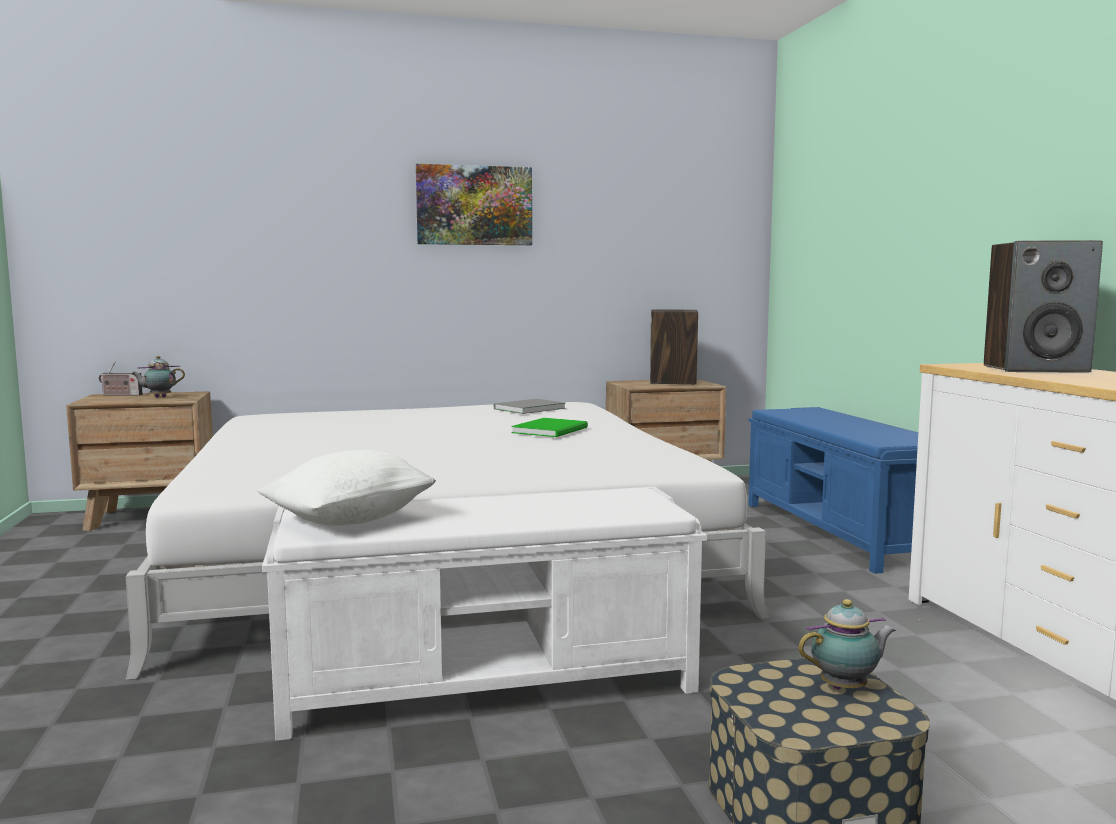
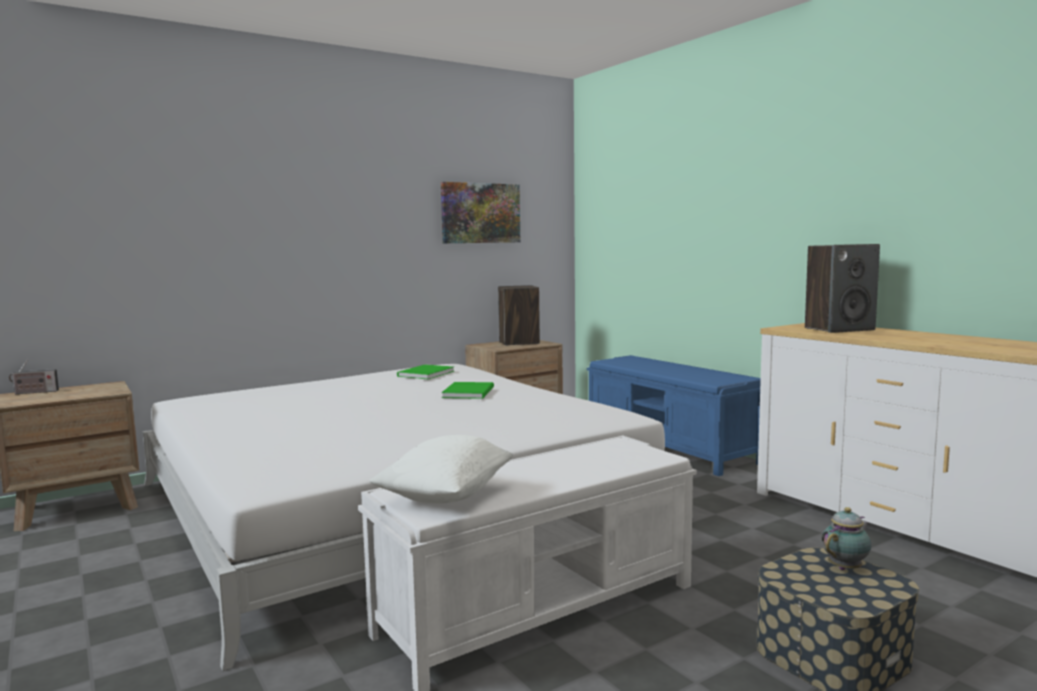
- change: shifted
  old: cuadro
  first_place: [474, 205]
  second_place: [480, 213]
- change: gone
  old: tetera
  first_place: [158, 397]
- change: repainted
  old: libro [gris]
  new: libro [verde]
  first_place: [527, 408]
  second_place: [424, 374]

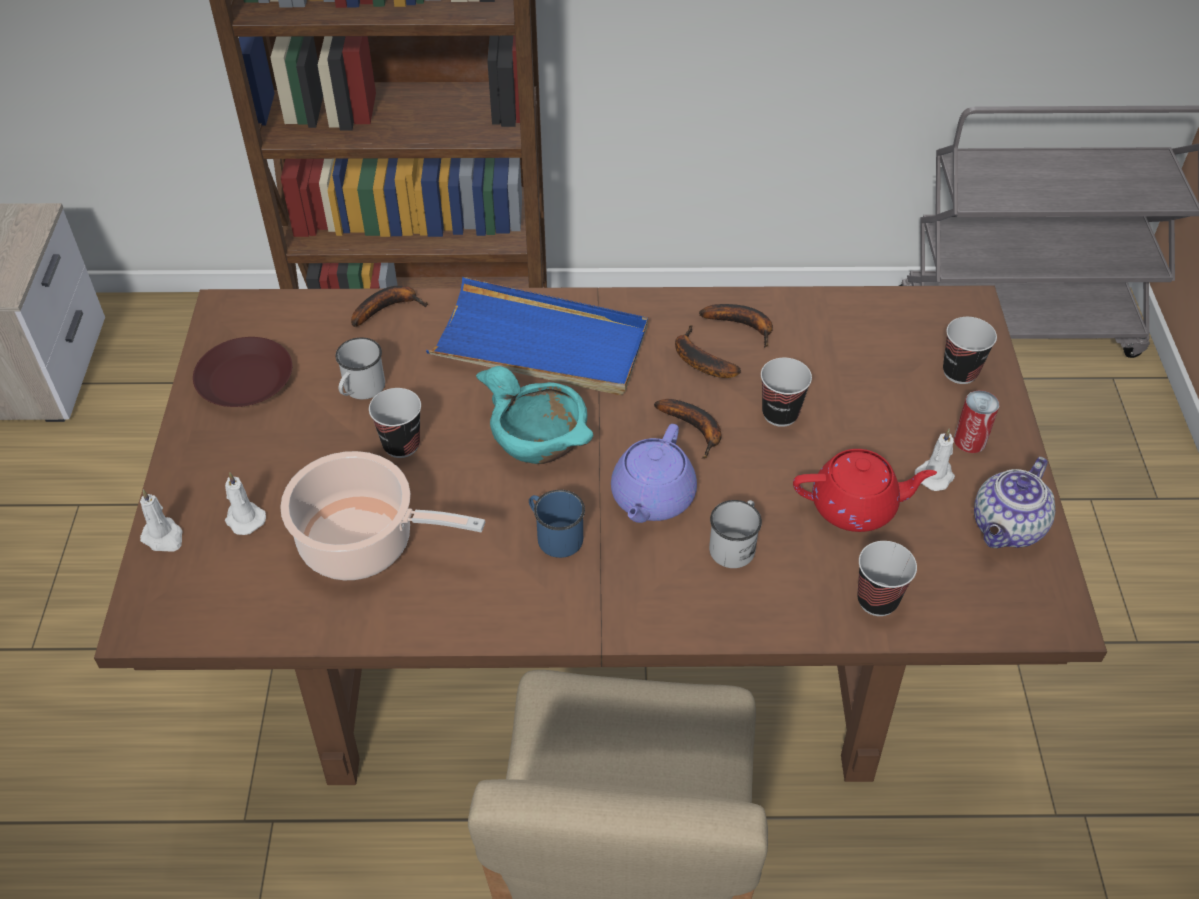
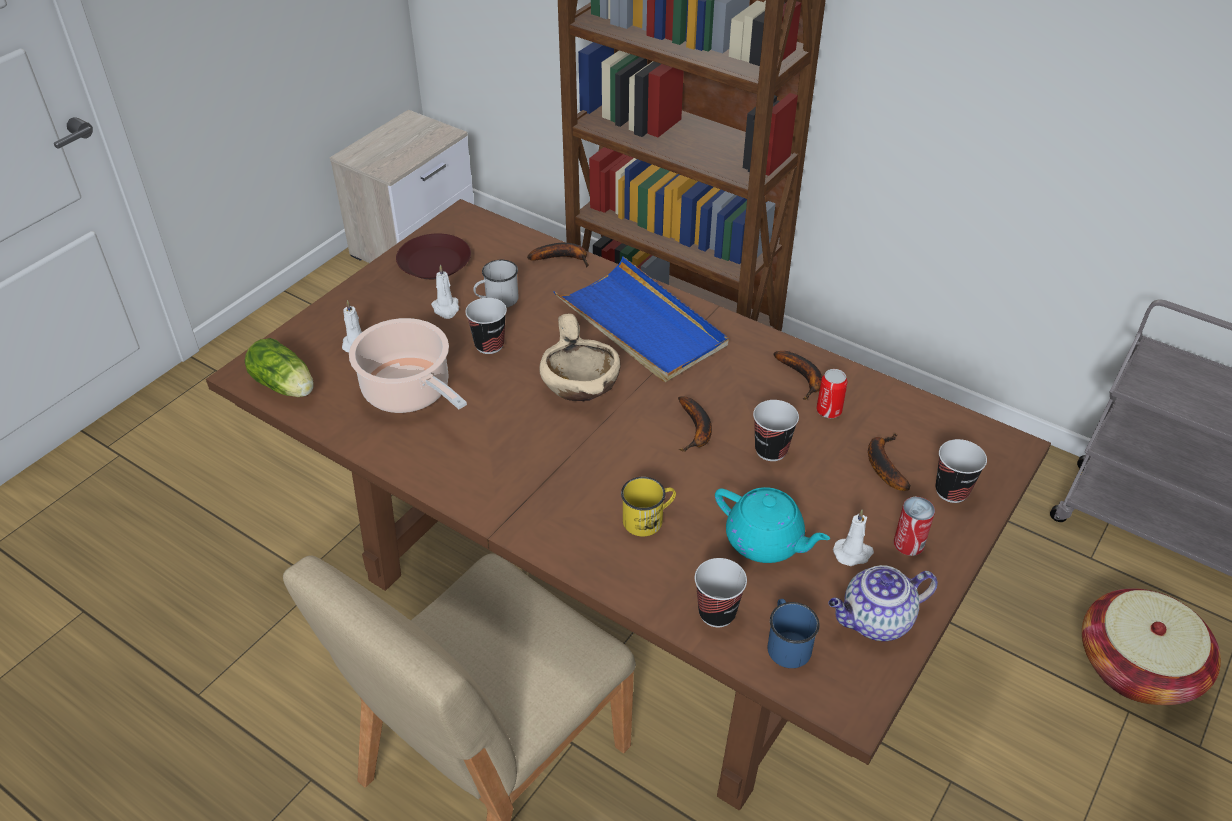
- change: shifted
  old: plátano
  first_place: [698, 360]
  second_place: [883, 464]
- change: repainted
  old: cuenco [turquesa]
  new: cuenco [beis]
  first_place: [539, 439]
  second_place: [580, 384]
- change: gone
  old: tetera [morado]
  first_place: [652, 498]
- change: repainted
  old: tetera [rojo]
  new: tetera [turquesa]
  first_place: [856, 507]
  second_place: [766, 542]
- change: shifted
  old: vela [blanco]
  first_place: [164, 537]
  second_place: [446, 308]
- change: shifted
  old: taza grande [azul]
  first_place: [554, 535]
  second_place: [786, 643]
- change: repainted
  old: taza grande [blanco]
  new: taza grande [amarillo]
  first_place: [735, 544]
  second_place: [648, 519]
- change: new
  new: lechuga
  second_place: [286, 387]
- change: new
  new: lata
  second_place: [828, 411]
- change: new
  new: cesta
  second_place: [1136, 667]

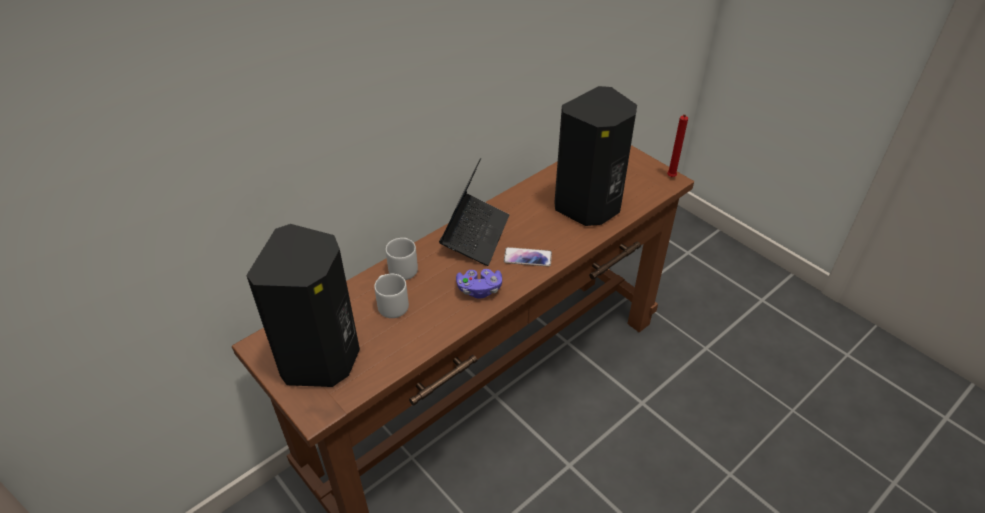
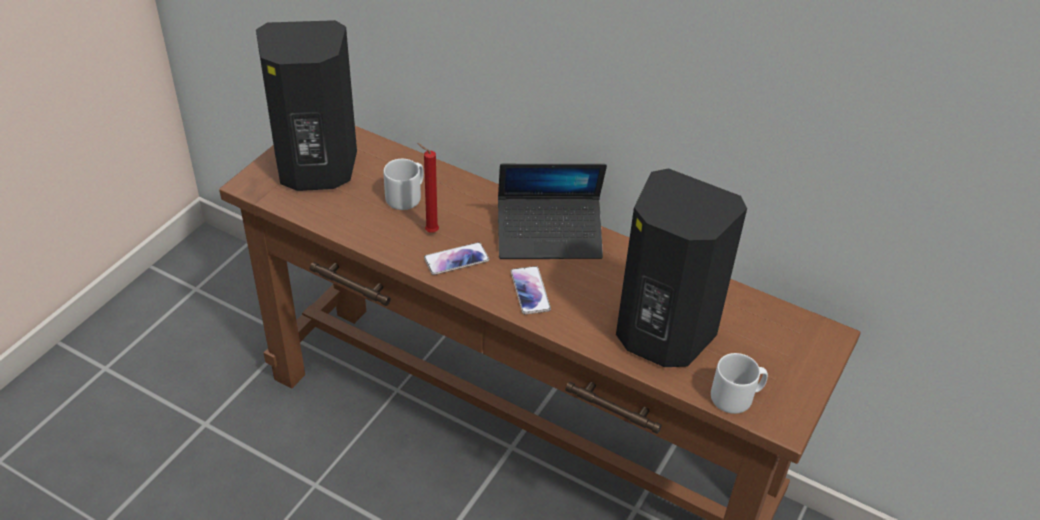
- change: shifted
  old: vela [rojo]
  first_place: [670, 178]
  second_place: [429, 231]
- change: shifted
  old: taza grande [gris]
  first_place: [404, 267]
  second_place: [736, 397]
- change: swapped
  old: mando de consola [morado]
  new: móvil
  first_place: [479, 289]
  second_place: [456, 259]

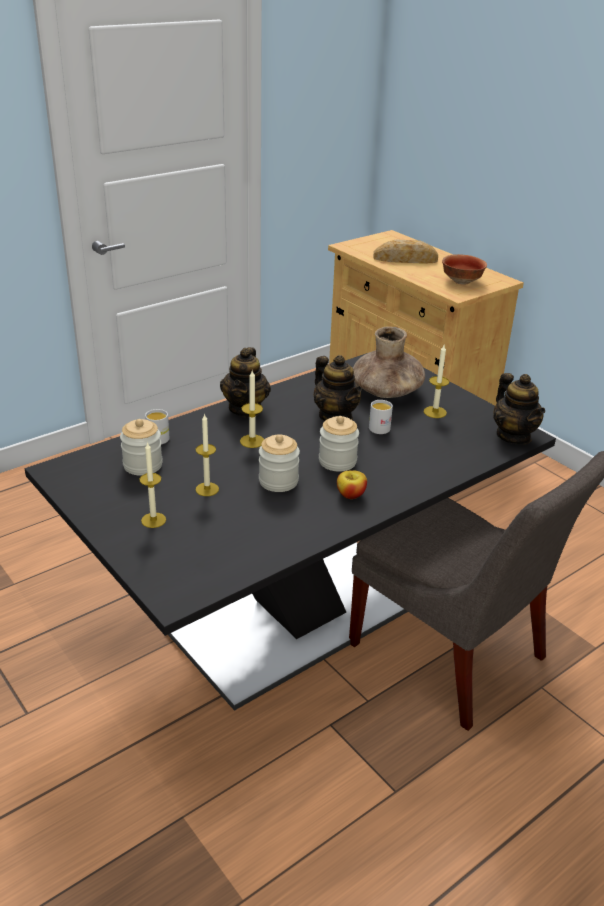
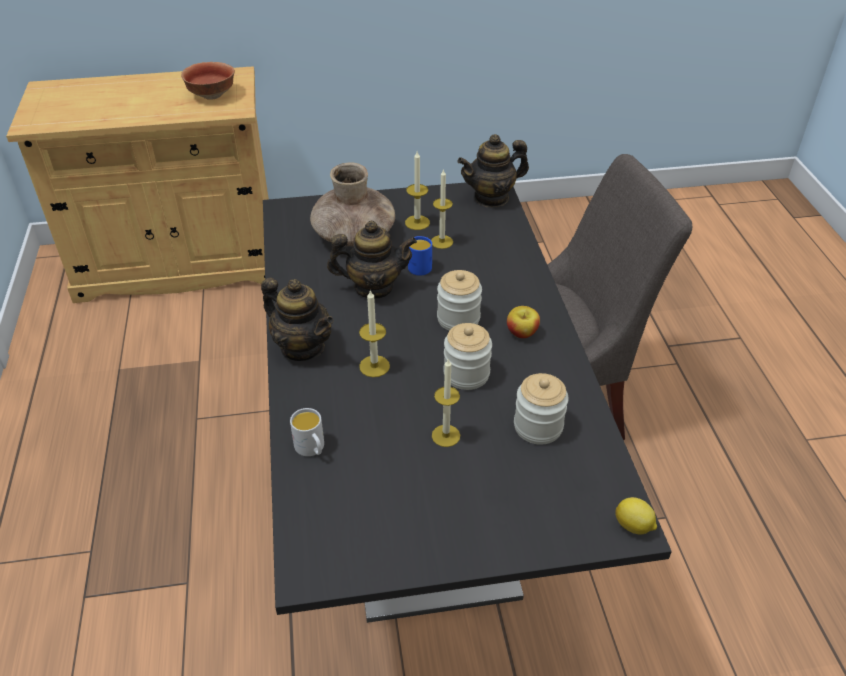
- change: gone
  old: pan
  first_place: [405, 259]
- change: rotated
  old: tetera
  first_place: [514, 436]
  second_place: [491, 197]
  degrees: 150
- change: repainted
  old: taza grande [blanco]
  new: taza grande [azul]
  first_place: [381, 427]
  second_place: [417, 266]
- change: shifted
  old: tarro
  first_place: [143, 465]
  second_place: [538, 426]
- change: shifted
  old: vela
  first_place: [153, 520]
  second_place: [442, 242]
- change: new
  new: limón
  second_place: [633, 526]

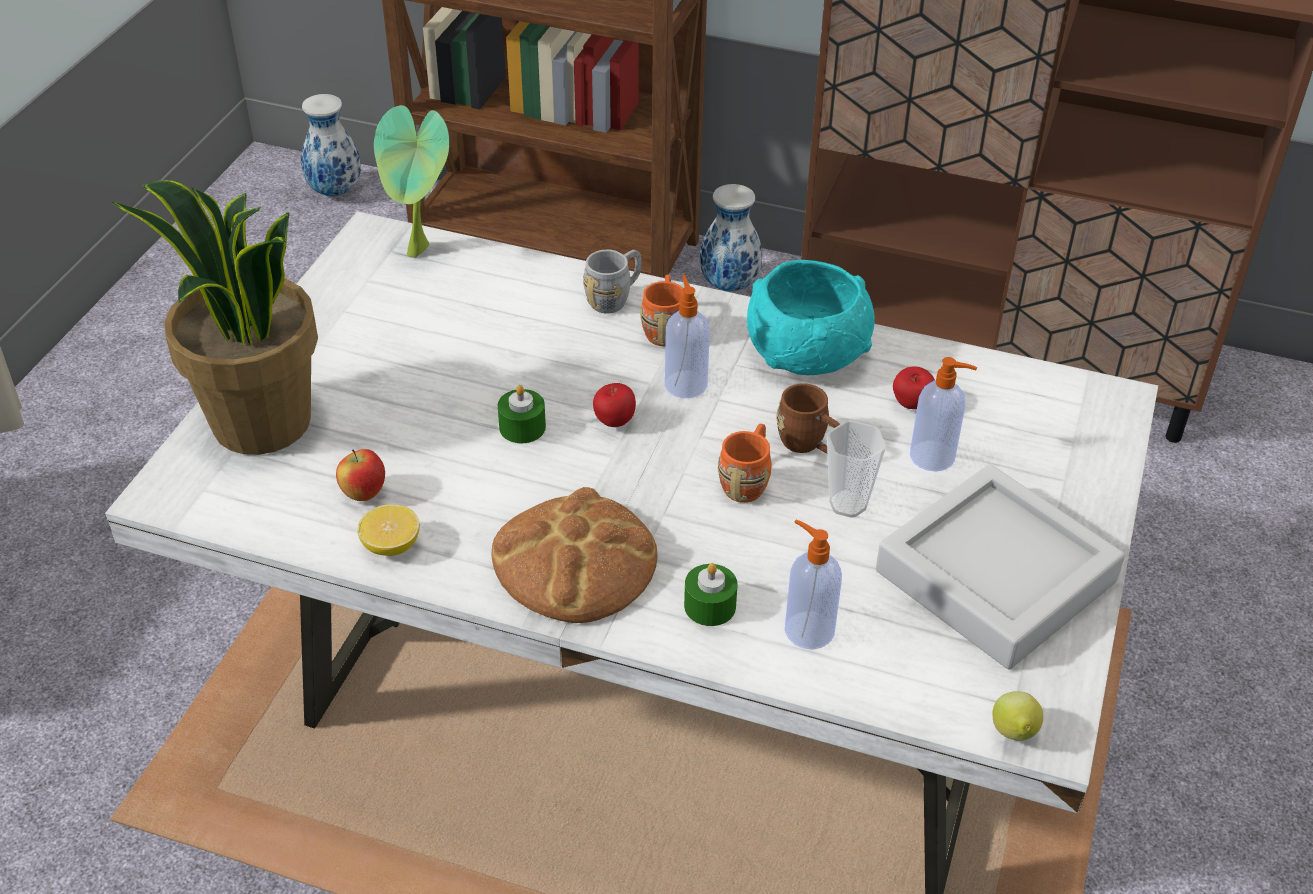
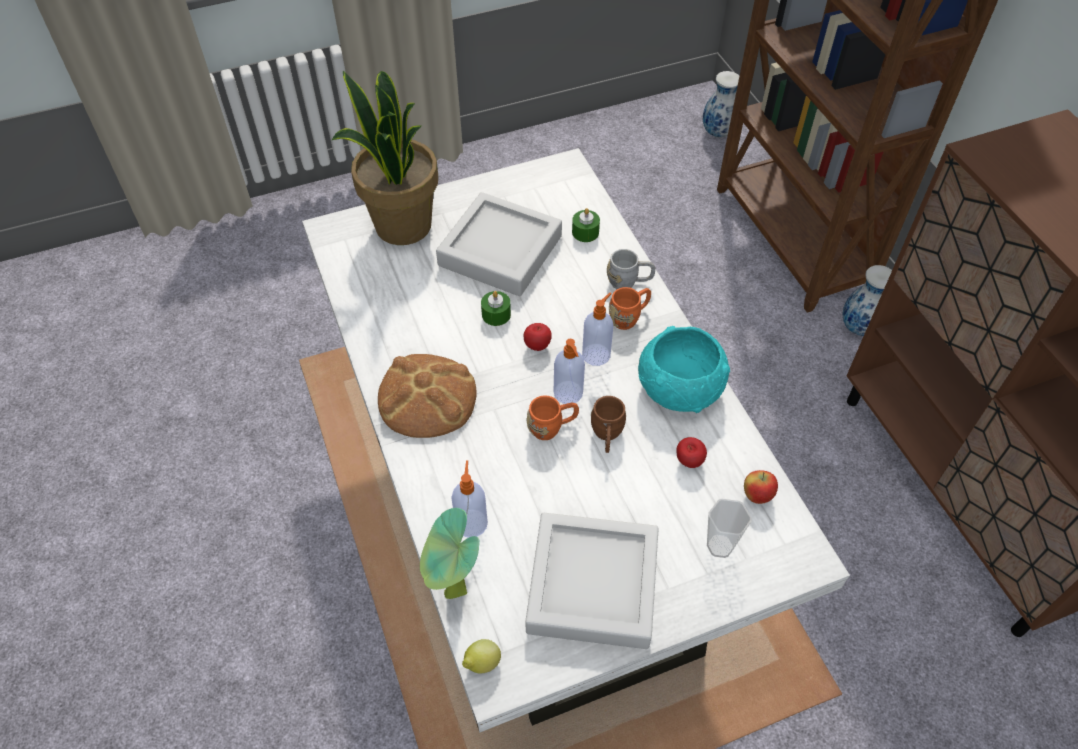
- change: shifted
  old: planta en maceta
  first_place: [420, 253]
  second_place: [454, 596]
- change: shifted
  old: dispensador de jabón
  first_place: [934, 457]
  second_place: [568, 393]
- change: shifted
  old: taza
  first_place: [848, 504]
  second_place: [720, 546]
- change: shifted
  old: manzana
  first_place: [364, 494]
  second_place: [757, 496]
- change: gone
  old: limón
  first_place: [391, 546]
- change: shifted
  old: vela [verde]
  first_place: [710, 606]
  second_place: [585, 232]
- change: new
  new: bandeja [gris]
  second_place: [500, 251]

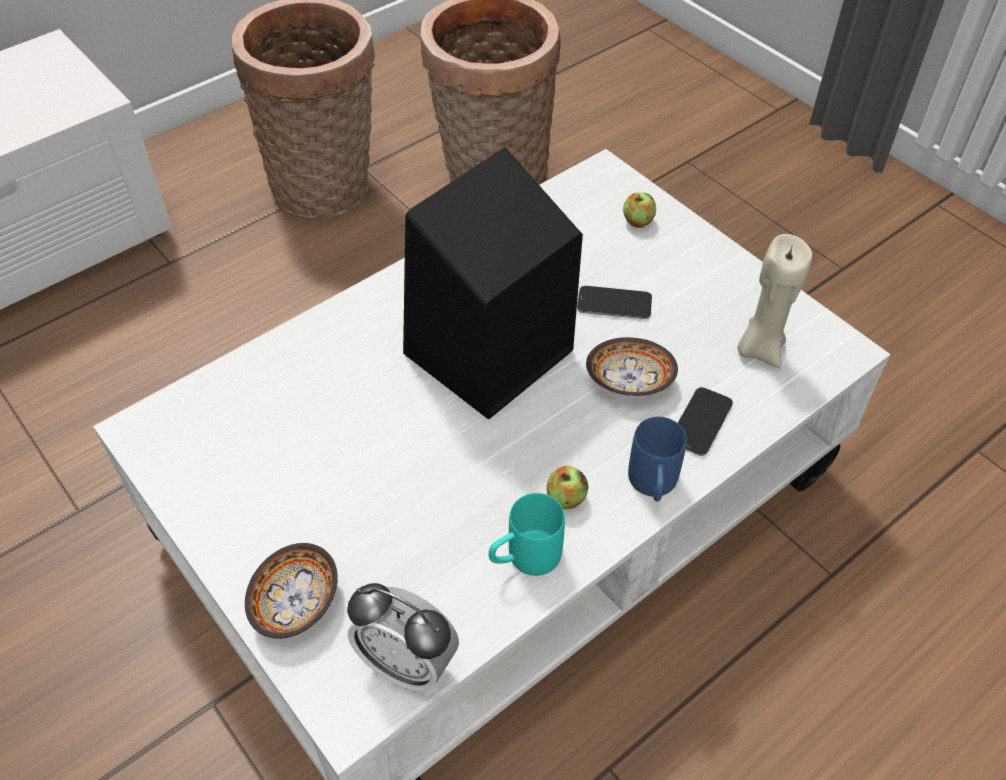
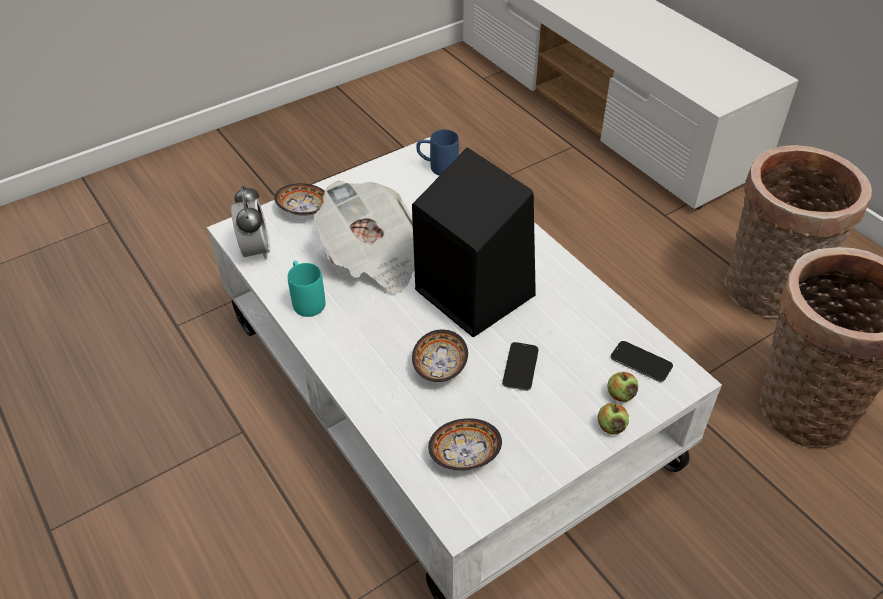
- change: swapped
  old: vela [beis]
  new: cuenco
  first_place: [759, 348]
  second_place: [466, 456]
- change: shifted
  old: móvil
  first_place: [701, 422]
  second_place: [641, 362]
- change: shifted
  old: taza grande [azul]
  first_place: [653, 487]
  second_place: [437, 167]
- change: shifted
  old: manzana
  first_place: [566, 498]
  second_place: [611, 426]
- change: rotated
  old: despertador
  first_place: [407, 663]
  second_place: [255, 250]
  degrees: 135
- change: new
  new: periódico
  second_place: [374, 258]

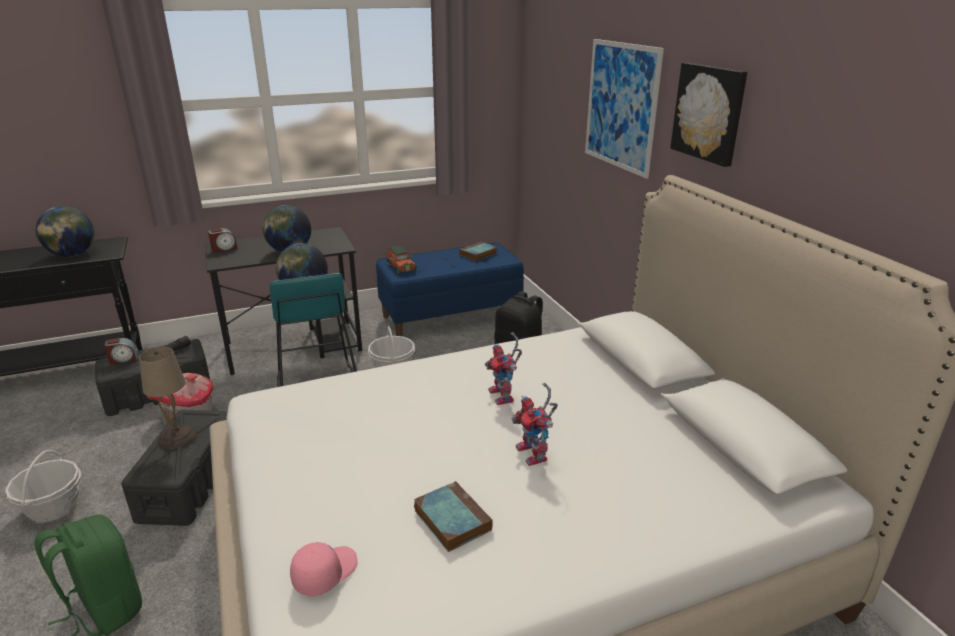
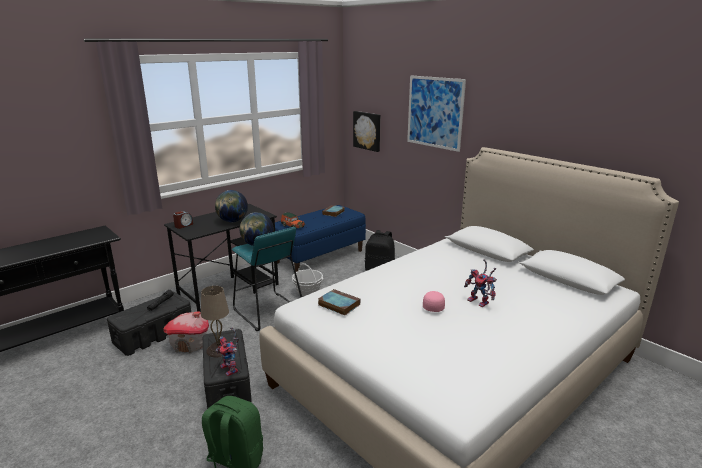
- change: shifted
  old: cuadro
  first_place: [709, 113]
  second_place: [367, 130]
- change: gone
  old: globo terráqueo
  first_place: [72, 255]
- change: shifted
  old: robot de juguete
  first_place: [504, 397]
  second_place: [231, 370]
- change: gone
  old: despertador
  first_place: [123, 359]
- change: gone
  old: cesta
  first_place: [53, 507]
- change: shifted
  old: libro
  first_place: [451, 519]
  second_place: [338, 304]
- change: shifted
  old: gorra [rosa]
  first_place: [324, 572]
  second_place: [433, 306]

